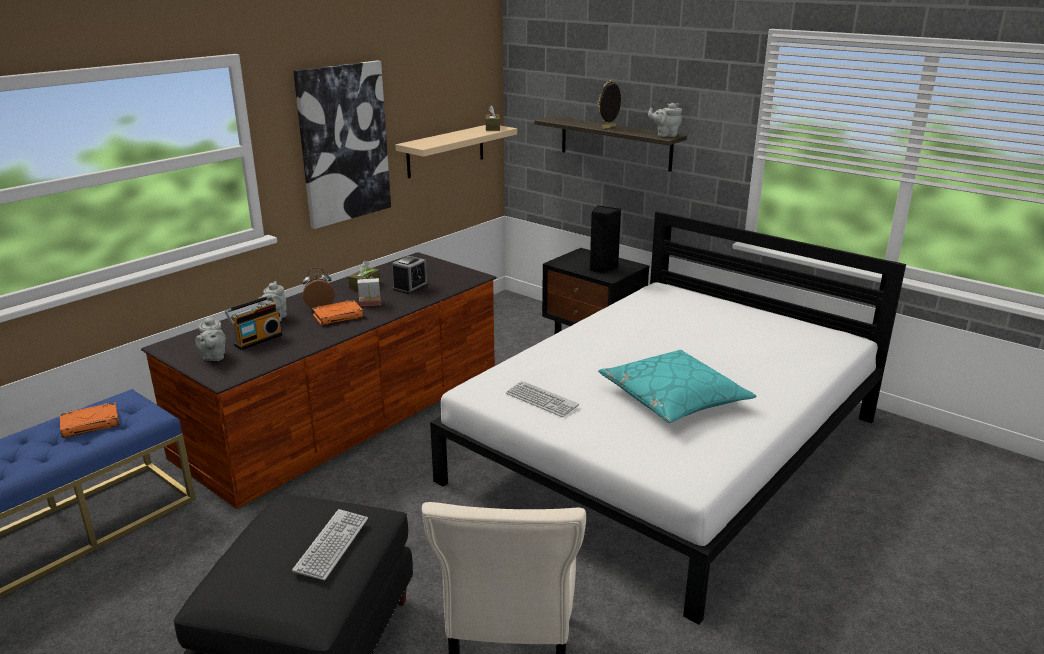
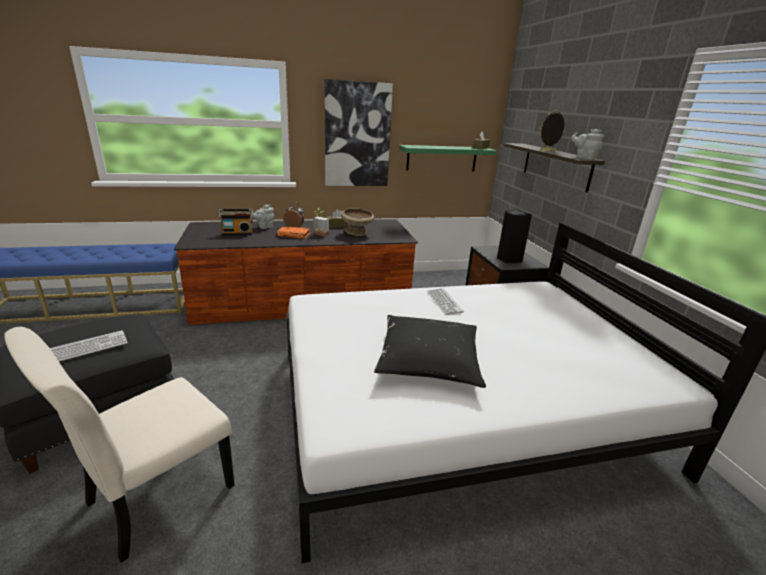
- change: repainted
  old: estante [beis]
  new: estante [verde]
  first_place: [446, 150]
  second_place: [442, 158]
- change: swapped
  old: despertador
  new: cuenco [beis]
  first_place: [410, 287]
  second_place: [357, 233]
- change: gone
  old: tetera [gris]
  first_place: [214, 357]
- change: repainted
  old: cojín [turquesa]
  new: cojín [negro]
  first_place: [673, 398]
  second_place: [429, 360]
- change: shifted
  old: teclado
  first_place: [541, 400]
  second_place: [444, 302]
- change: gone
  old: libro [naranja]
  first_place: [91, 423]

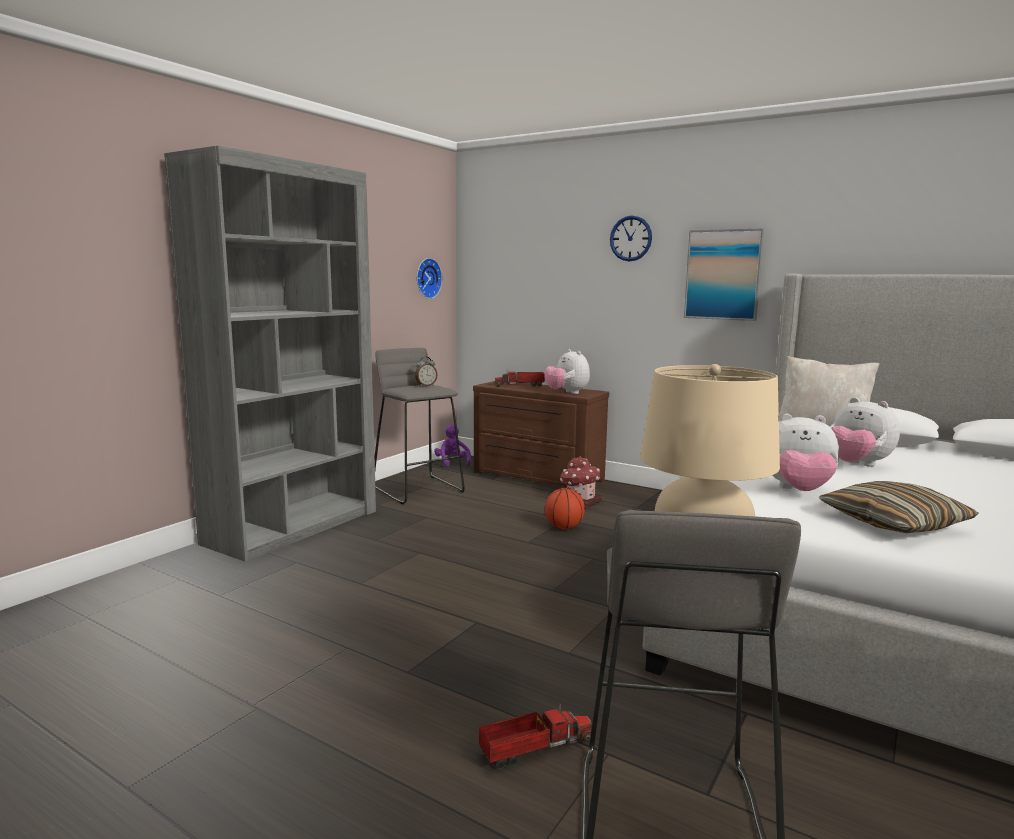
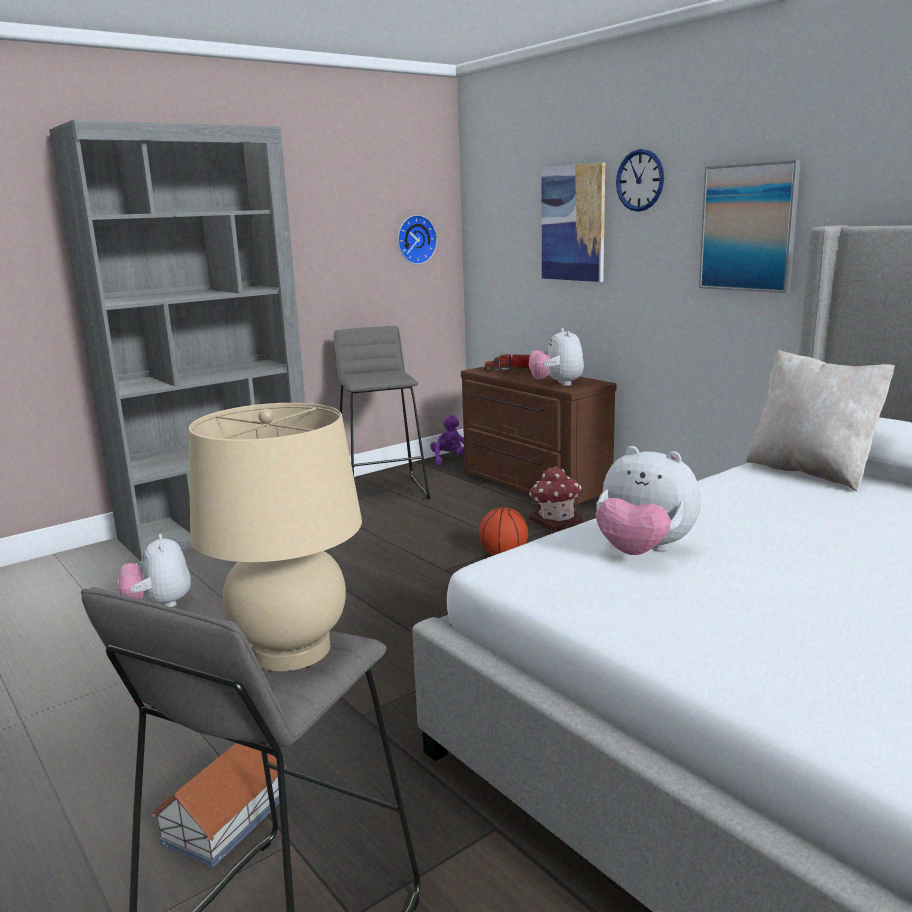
- change: gone
  old: despertador
  first_place: [426, 385]
- change: shifted
  old: peluche
  first_place: [856, 465]
  second_place: [159, 604]
- change: gone
  old: cojín
  first_place: [894, 523]
- change: swapped
  old: camión de juguete
  new: casita
  first_place: [534, 748]
  second_place: [223, 820]
- change: new
  new: cuadro
  second_place: [573, 223]

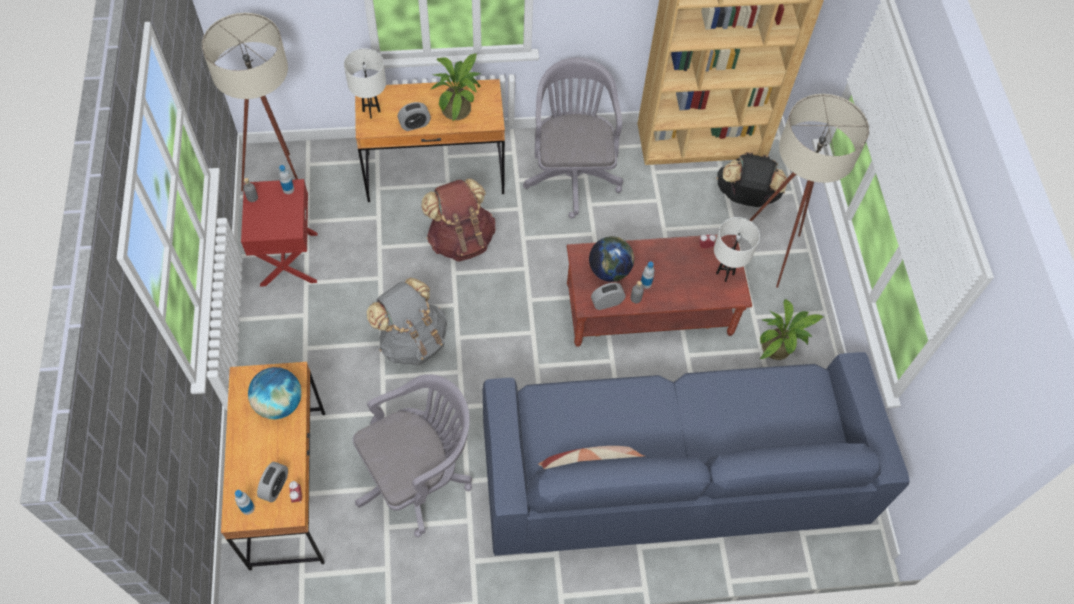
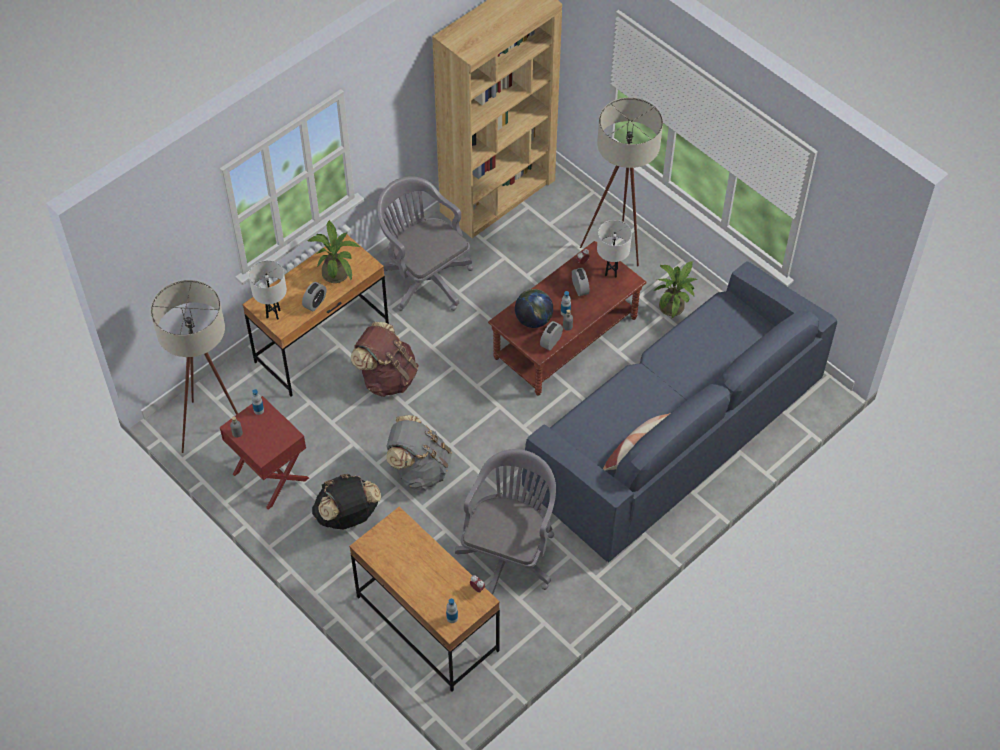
- change: shifted
  old: mochila [negro]
  first_place: [746, 196]
  second_place: [348, 516]
- change: gone
  old: globo terráqueo
  first_place: [279, 403]
- change: shifted
  old: despertador
  first_place: [275, 487]
  second_place: [580, 288]

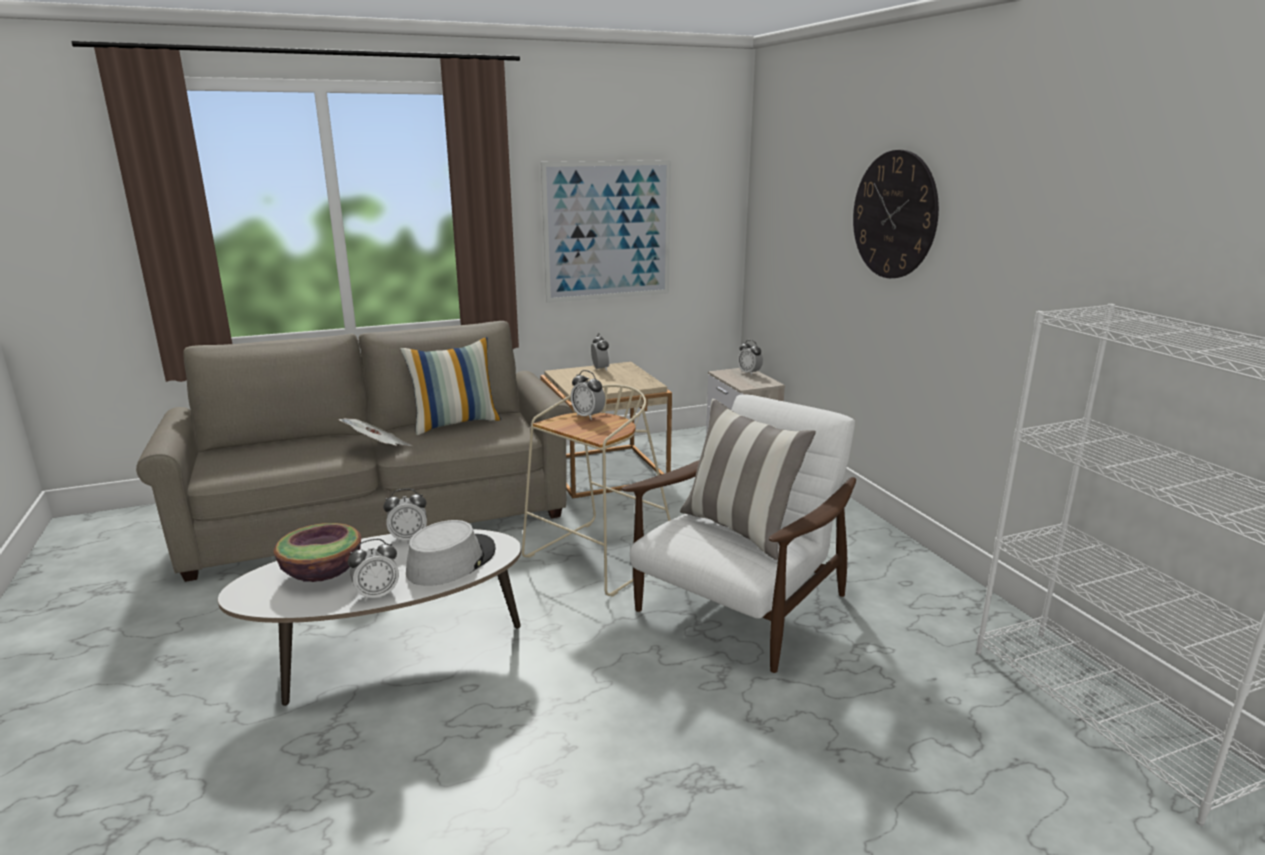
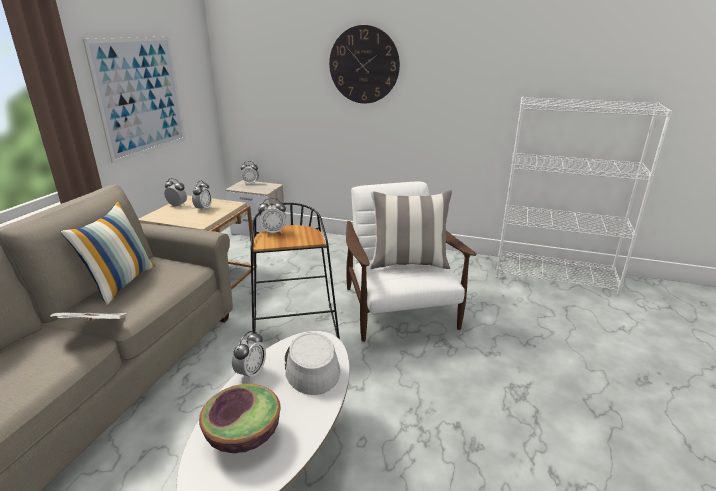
- change: repainted
  old: taburete [beis]
  new: taburete [negro]
  first_place: [599, 559]
  second_place: [296, 328]
- change: shifted
  old: despertador
  first_place: [377, 594]
  second_place: [203, 209]

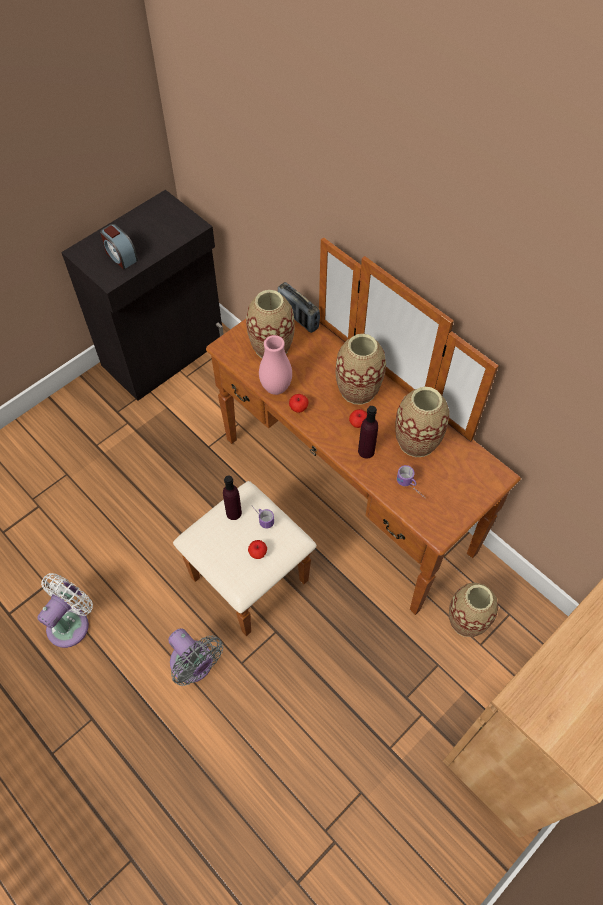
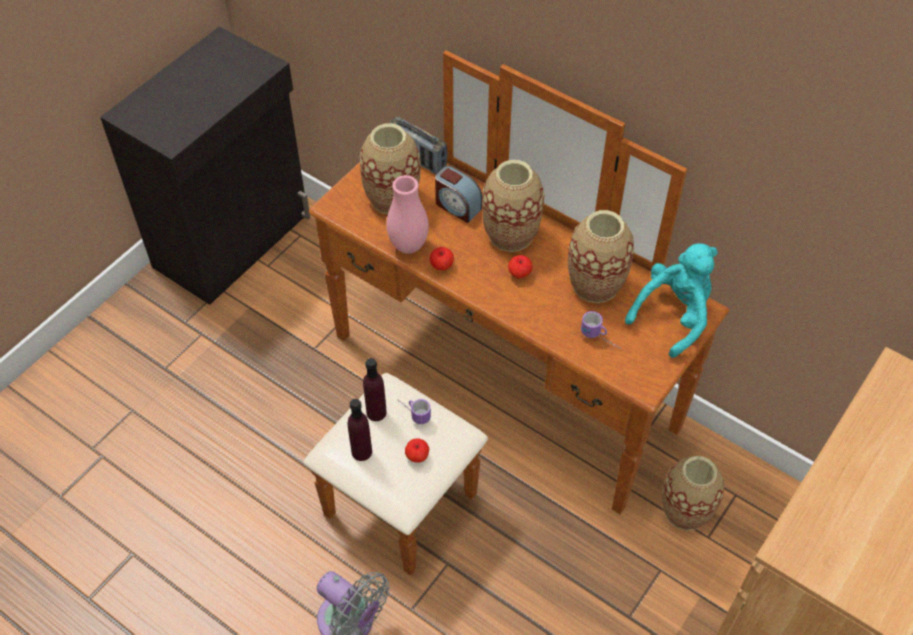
- change: shifted
  old: despertador
  first_place: [121, 256]
  second_place: [457, 206]
- change: shifted
  old: botella [morado]
  first_place: [366, 451]
  second_place: [361, 452]
- change: gone
  old: ventilador [blanco]
  first_place: [71, 623]
- change: new
  new: peluche [turquesa]
  second_place: [673, 315]

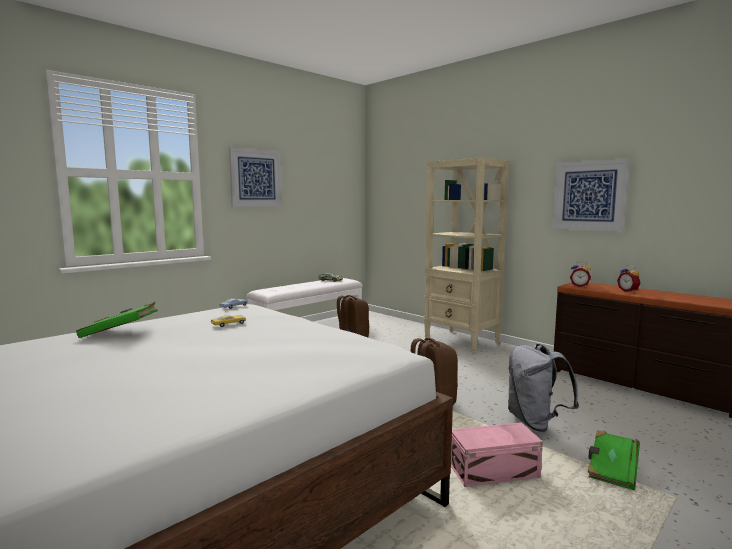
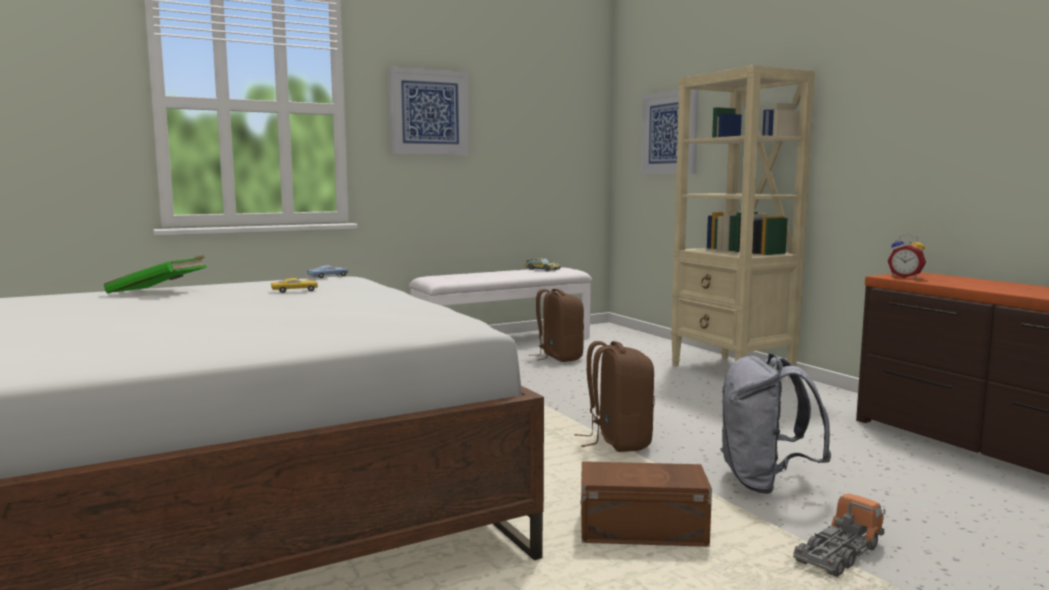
- change: shifted
  old: cuadro
  first_place: [589, 195]
  second_place: [670, 133]
- change: gone
  old: despertador
  first_place: [628, 291]
- change: repainted
  old: caja de almacenaje [rosa]
  new: caja de almacenaje [marrón]
  first_place: [495, 472]
  second_place: [644, 533]
- change: swapped
  old: libro [verde]
  new: camión de juguete
  first_place: [611, 471]
  second_place: [839, 554]

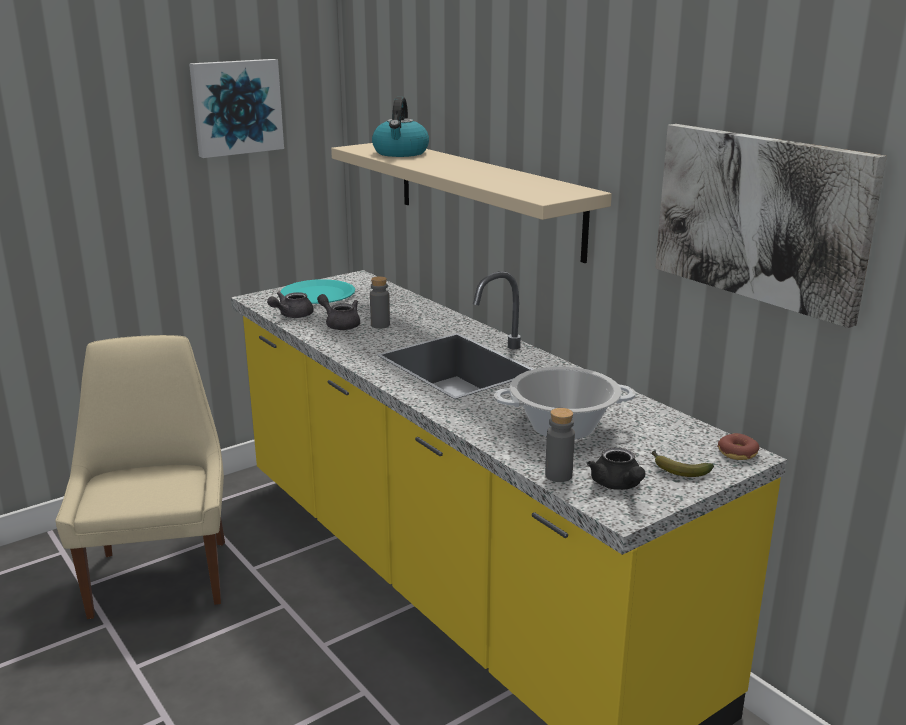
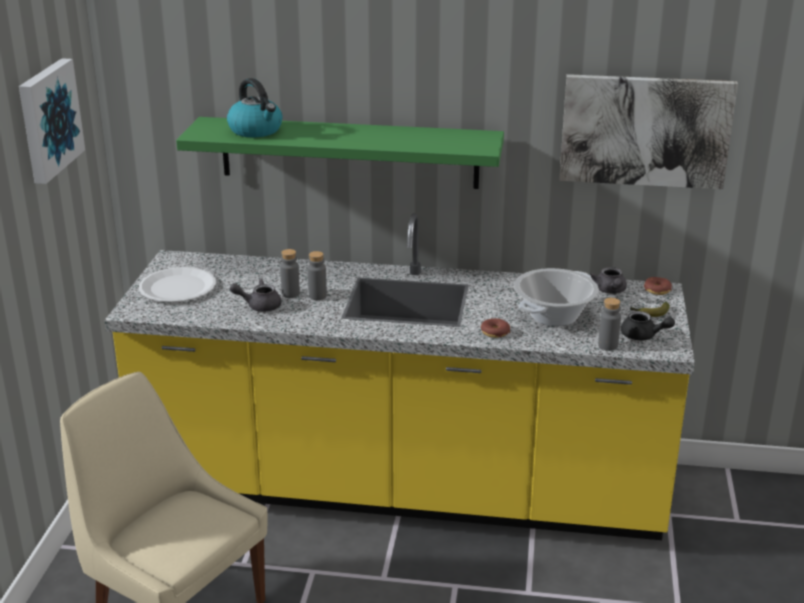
- change: repainted
  old: estante [beis]
  new: estante [verde]
  first_place: [486, 197]
  second_place: [349, 152]
- change: repainted
  old: plato [turquesa]
  new: plato [blanco]
  first_place: [317, 294]
  second_place: [178, 287]
- change: shifted
  old: tetera [gris]
  first_place: [291, 315]
  second_place: [610, 291]
- change: new
  new: botella [gris]
  second_place: [317, 296]
- change: new
  new: rosquilla
  second_place: [495, 332]

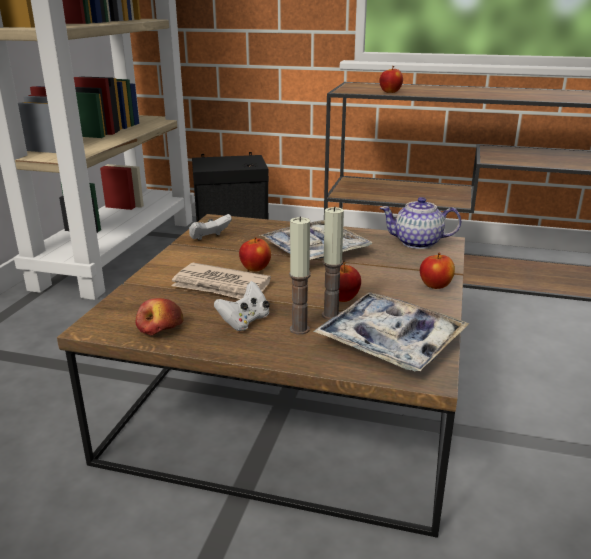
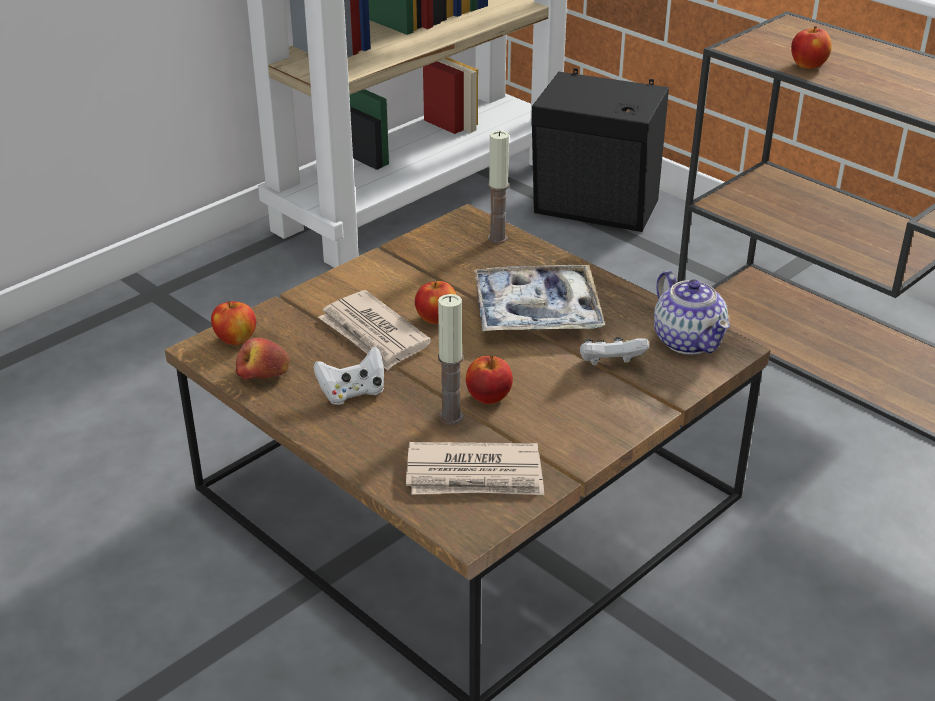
- change: rotated
  old: tetera
  first_place: [418, 243]
  second_place: [688, 340]
  degrees: -150
- change: shifted
  old: mando de consola [blanco]
  first_place: [209, 238]
  second_place: [610, 365]
- change: shifted
  old: vela
  first_place: [299, 329]
  second_place: [497, 238]
- change: shifted
  old: manzana
  first_place: [435, 285]
  second_place: [236, 339]
- change: swapped
  old: bandeja
  new: periódico
  first_place: [390, 342]
  second_place: [475, 475]

